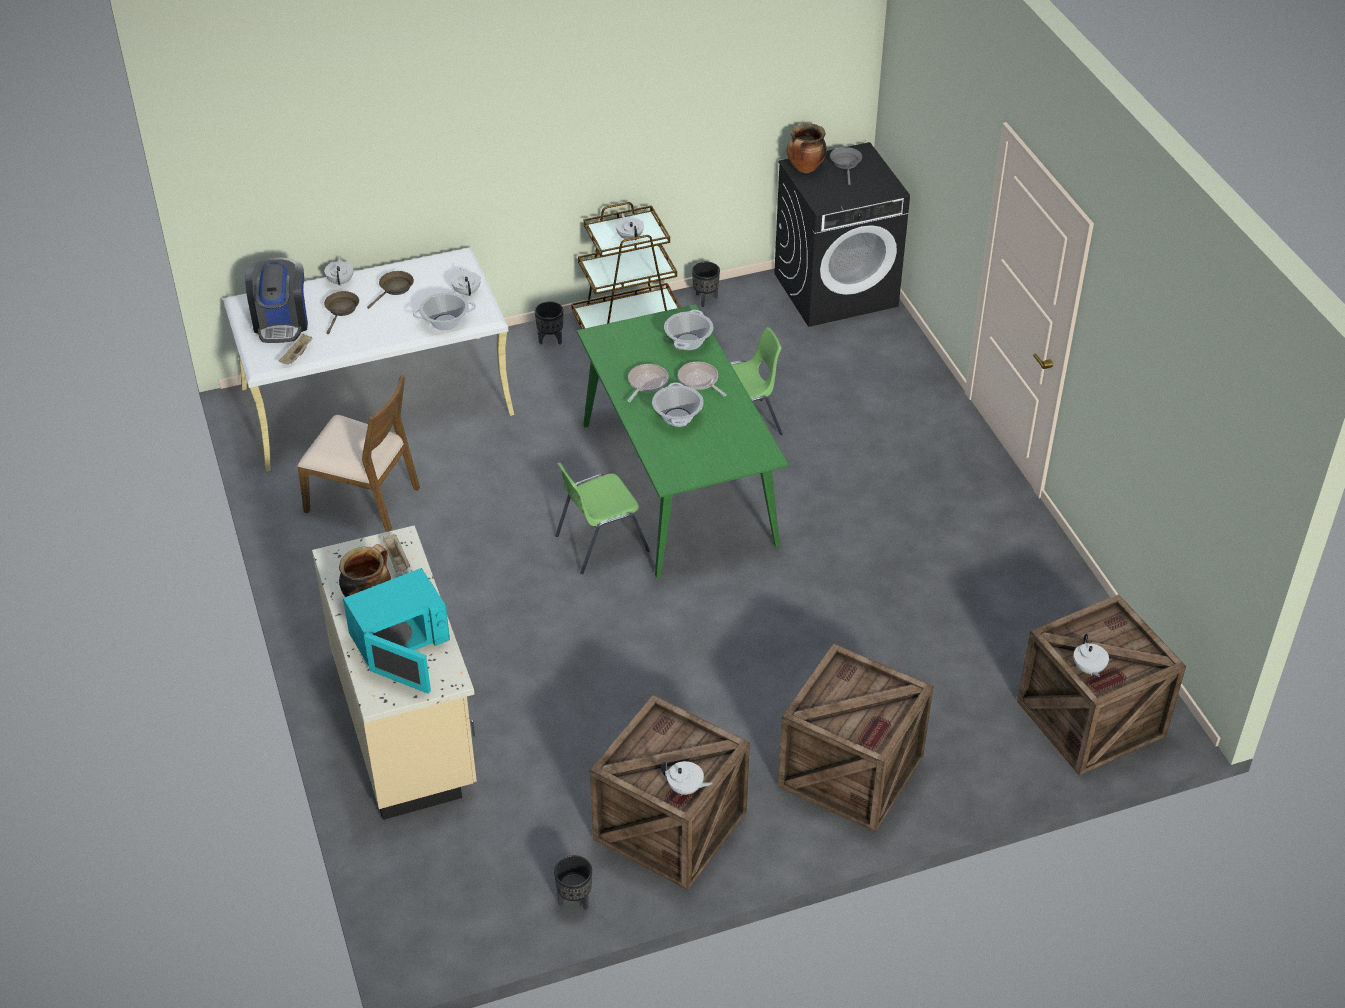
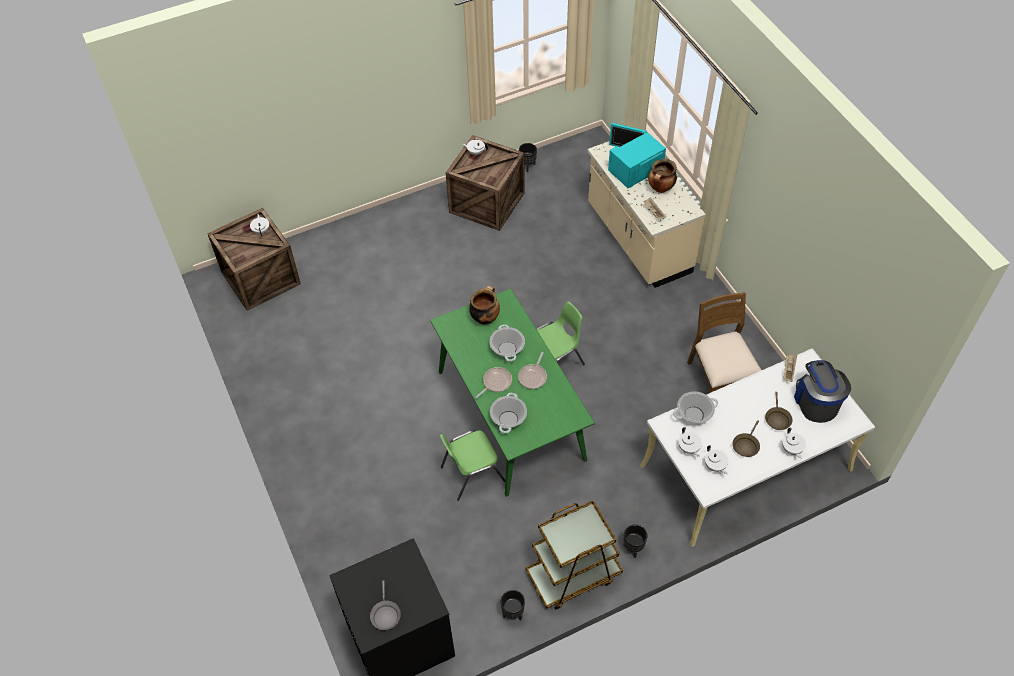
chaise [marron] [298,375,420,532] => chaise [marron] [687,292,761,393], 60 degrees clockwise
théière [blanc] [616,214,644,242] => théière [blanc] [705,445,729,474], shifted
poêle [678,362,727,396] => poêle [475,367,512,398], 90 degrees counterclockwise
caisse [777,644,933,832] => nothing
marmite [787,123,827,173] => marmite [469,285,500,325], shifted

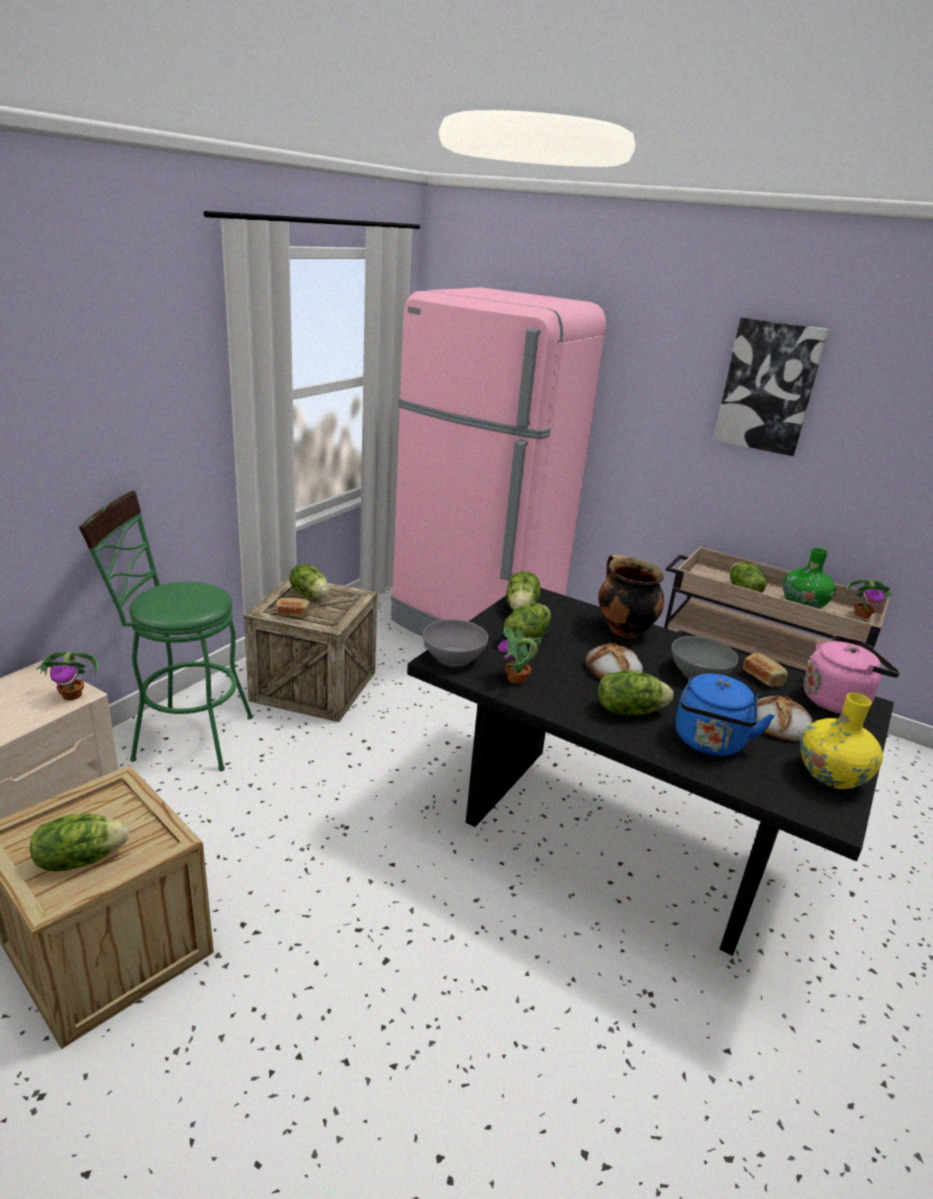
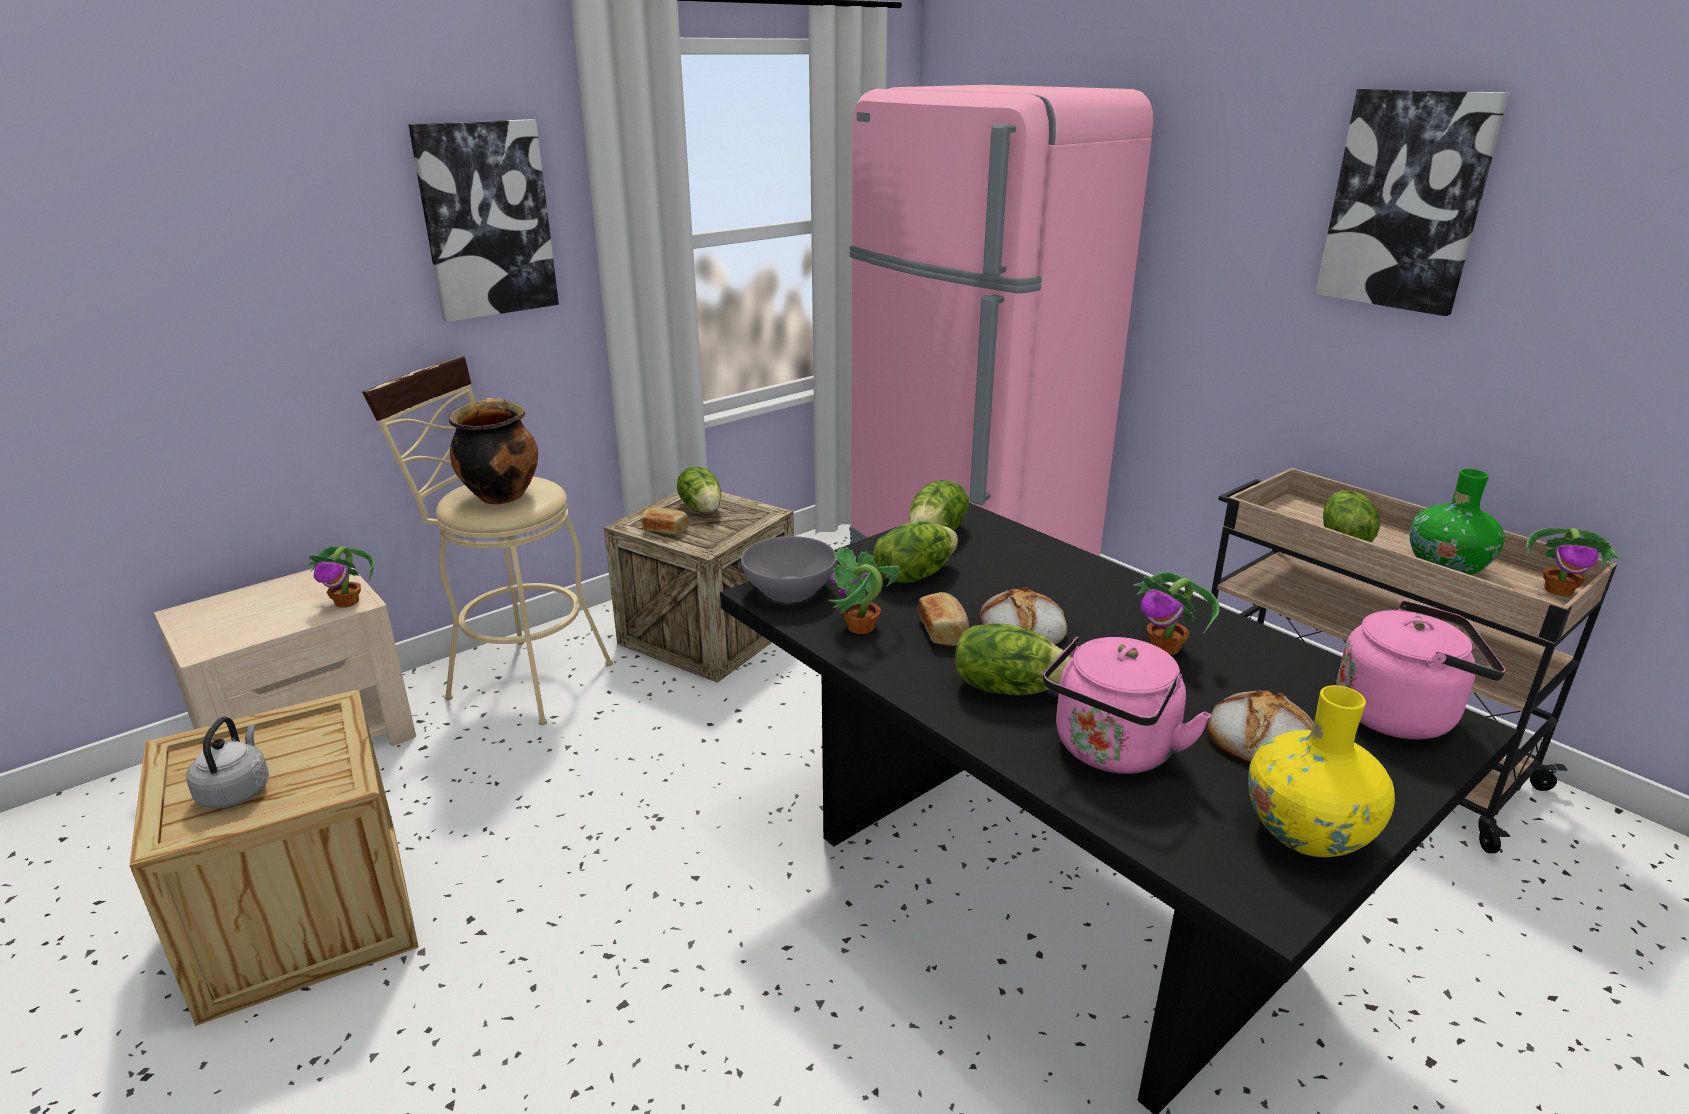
laitue [30,814,129,871] => bouilloire [gris] [187,717,269,808]
tabouret [vert] [79,490,253,771] => tabouret [beige] [362,356,613,725]
marmite [598,555,664,638] => marmite [449,398,538,505], shifted
bol [gris] [671,636,738,680] => plante en pot [1133,572,1219,655]
bouilloire [bleu] [675,673,775,756] => bouilloire [rose] [1043,637,1211,774]
pain [743,653,788,687] => pain [919,592,969,646], shifted
nothing => tableau [408,119,559,322]

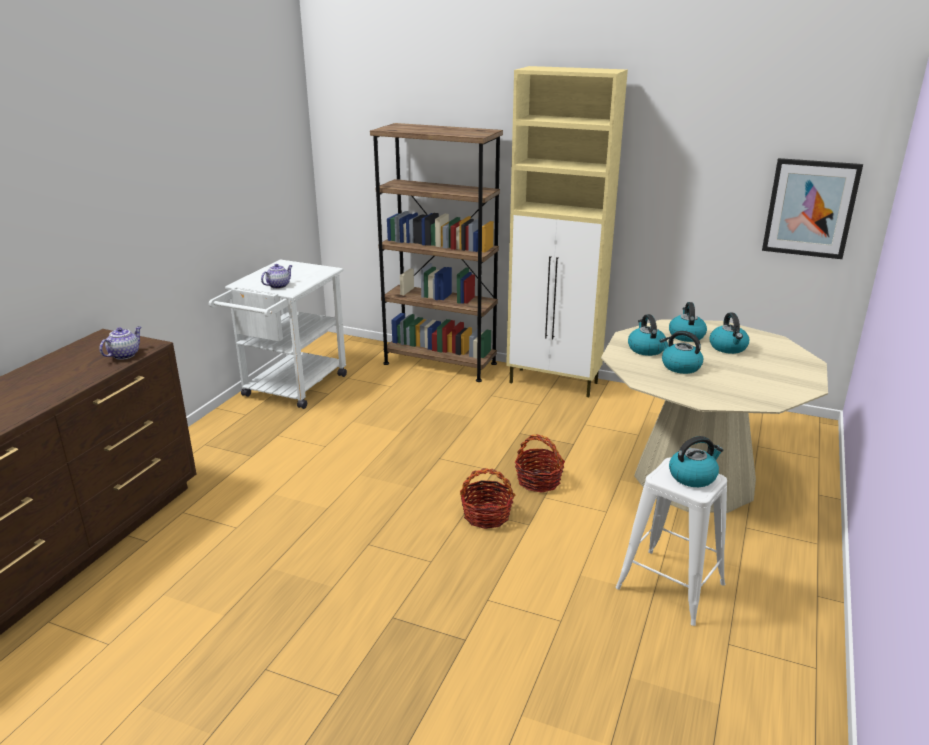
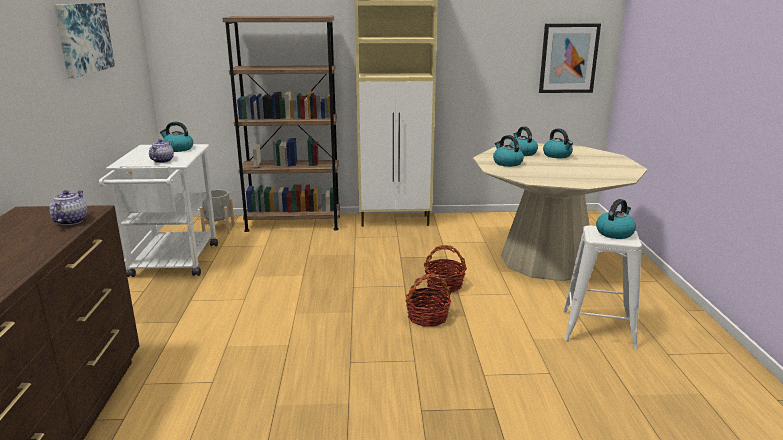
bouilloire [659,331,703,374] => bouilloire [160,122,193,152], shifted
nothing => tableau [54,3,115,78]
nothing => cache-pot [gris] [199,190,235,234]

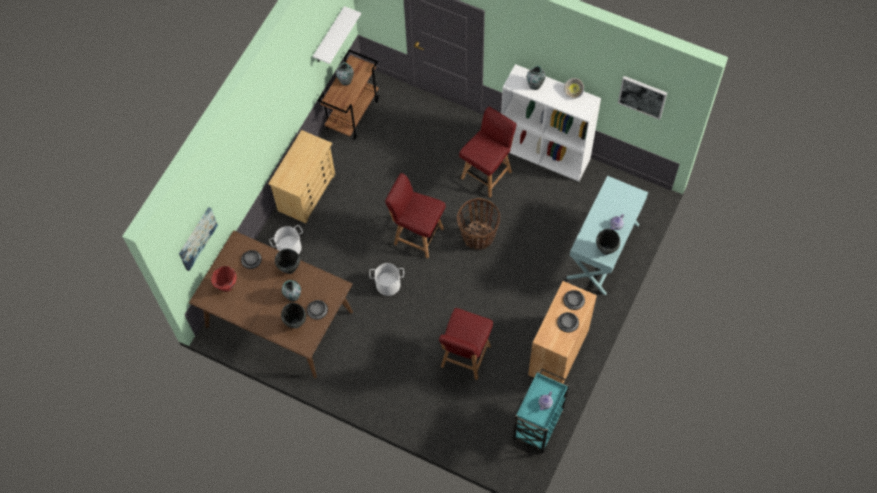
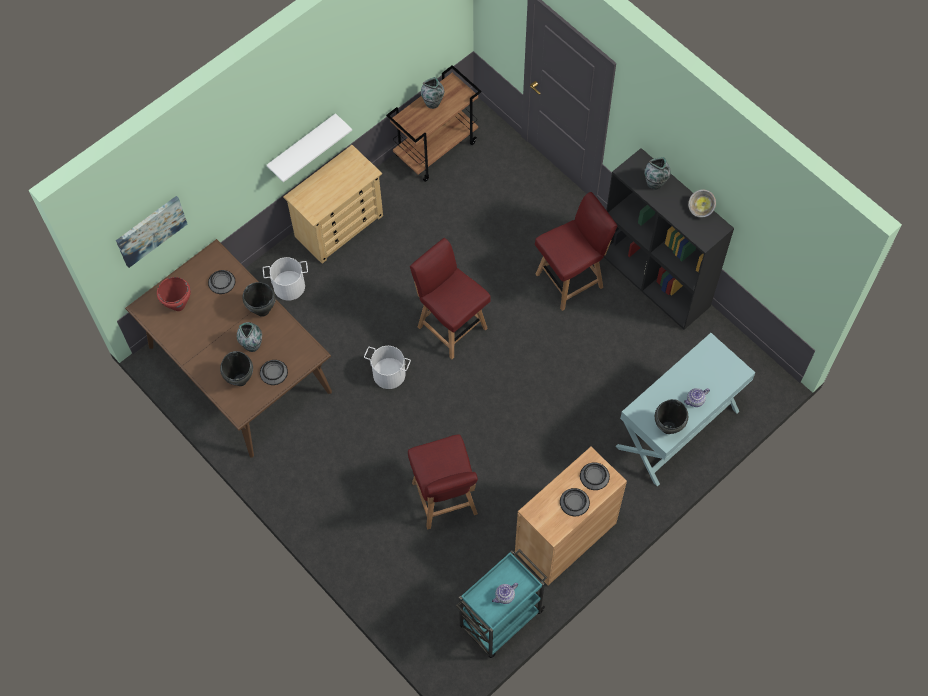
étagère [blanc] [313,6,361,64] => étagère [blanc] [267,113,352,182], shifted
chaise [rouge] [439,308,493,380] => chaise [rouge] [408,434,478,530], 60 degrees counterclockwise
panier [457,198,500,250] => nothing
bibliothèque [blanc] [501,64,601,182] => bibliothèque [noir] [604,148,734,330]
tableau [618,76,667,120] => nothing

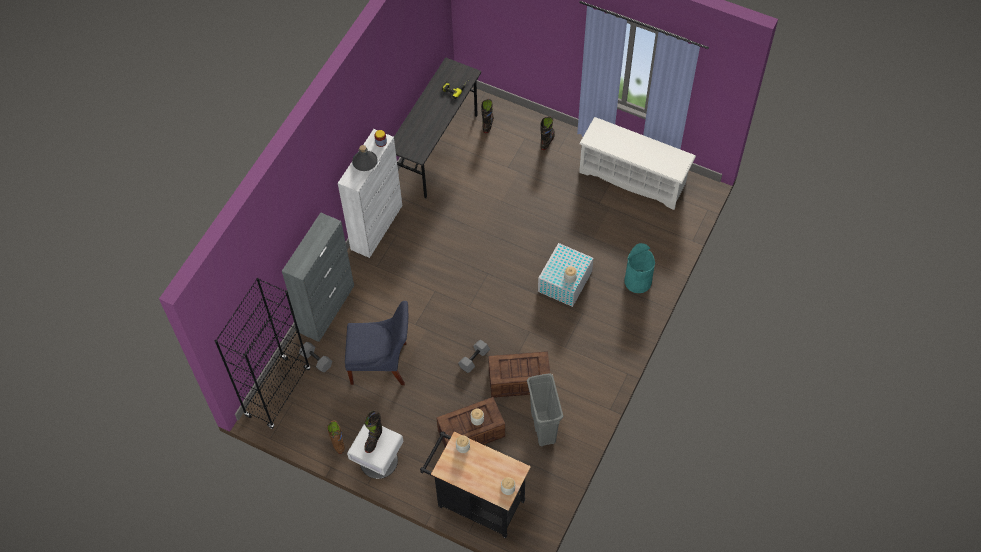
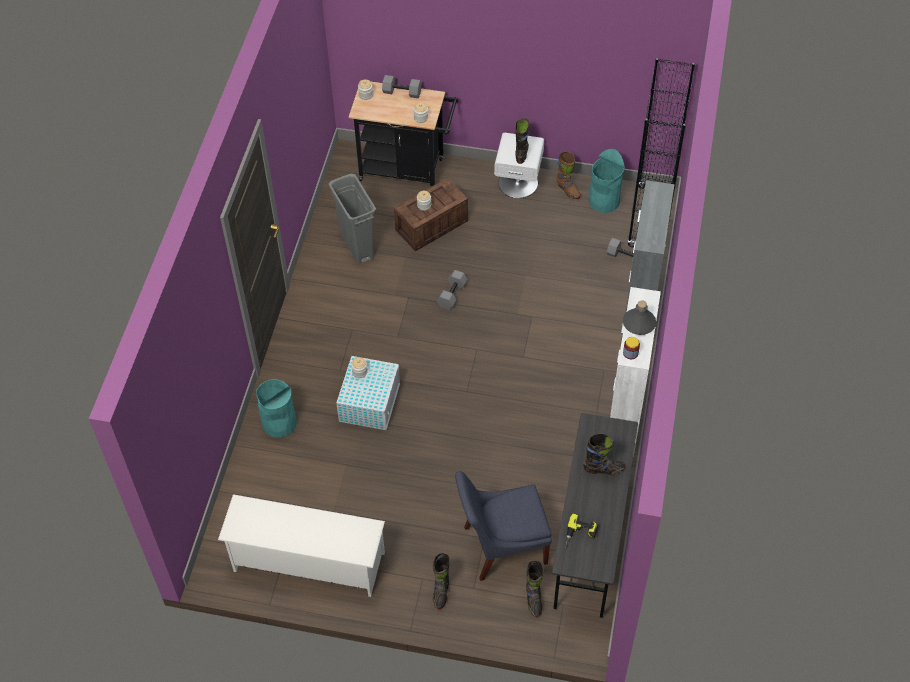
chaise [bleu] [345,301,408,385] => chaise [bleu] [455,471,552,581], shifted
caisse [488,351,550,398] => nothing
nothing => haltère [gris] [382,75,422,98]
nothing => botte [noir] [583,433,625,475]
nothing => poubelle [turquoise] [589,149,625,213]

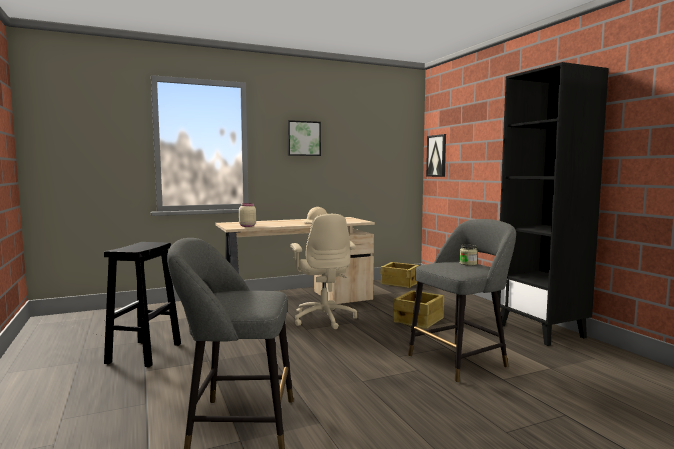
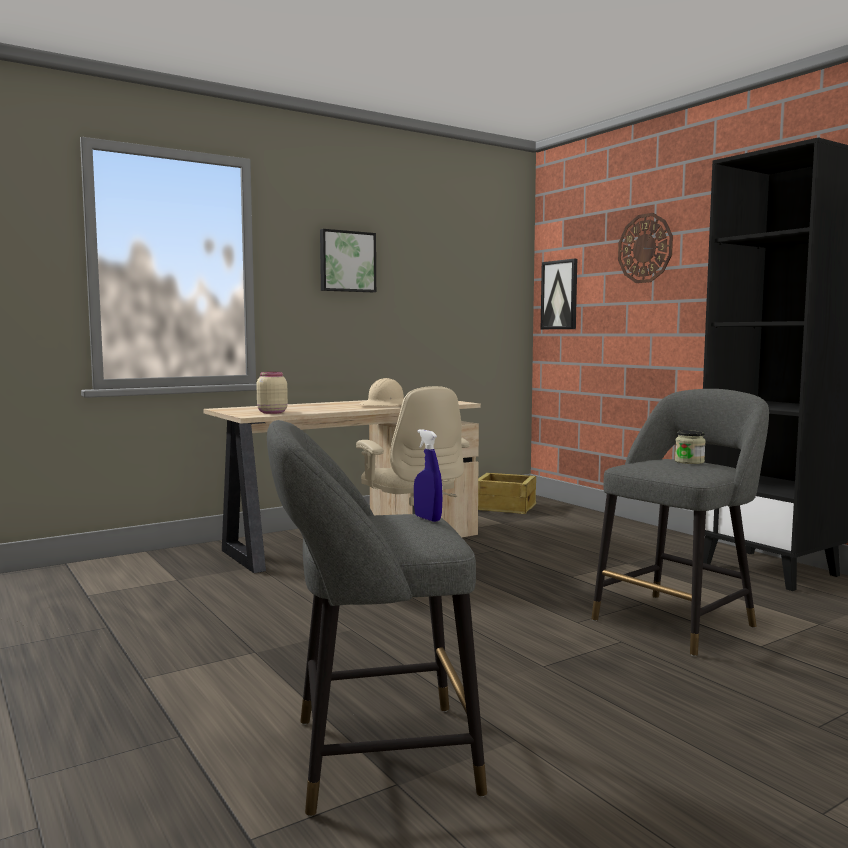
tabouret [noir] [104,242,181,367] => nothing
caisse [393,290,444,329] => nothing
nothing => vaporisateur [bleu] [414,429,443,522]
nothing => horloge murale [618,213,673,283]

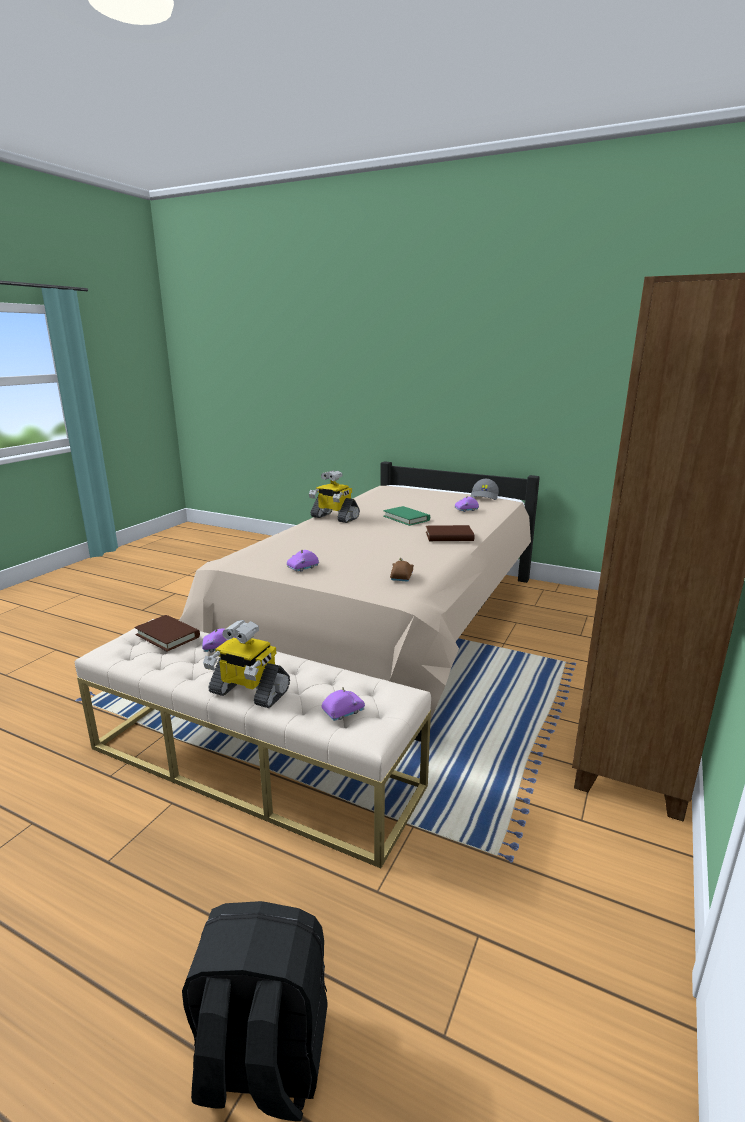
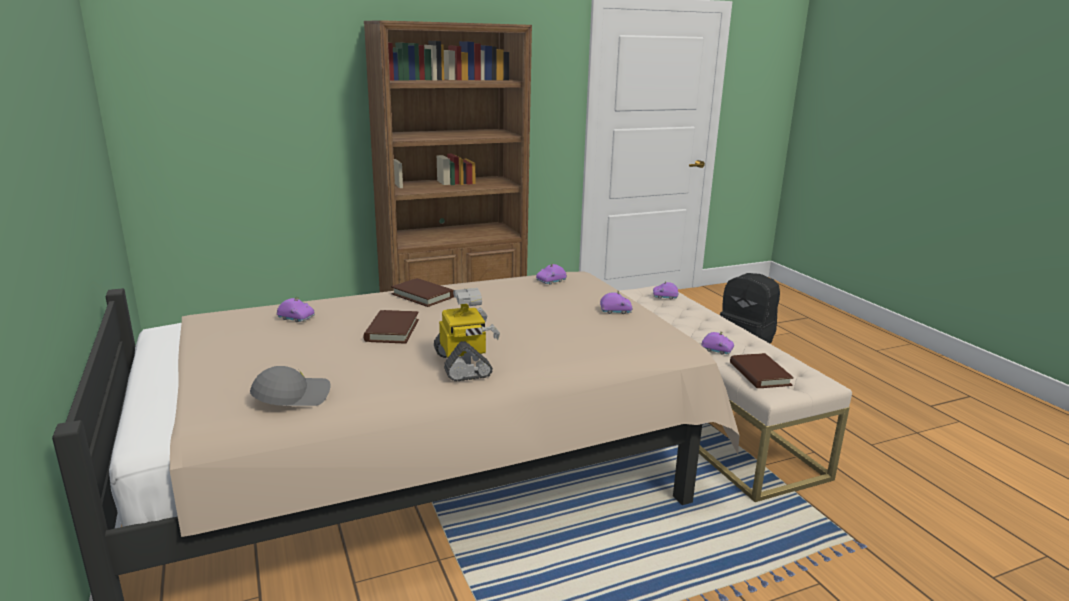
robot jouet [203,620,290,708] => nothing
livre [vert] [383,506,430,526] => livre [marron] [363,310,419,344]
petite voiture [marron] [390,557,414,582] => petite voiture [violet] [536,264,567,285]
casquette [gris] [470,479,499,500] => casquette [gris] [250,366,331,406], shifted

